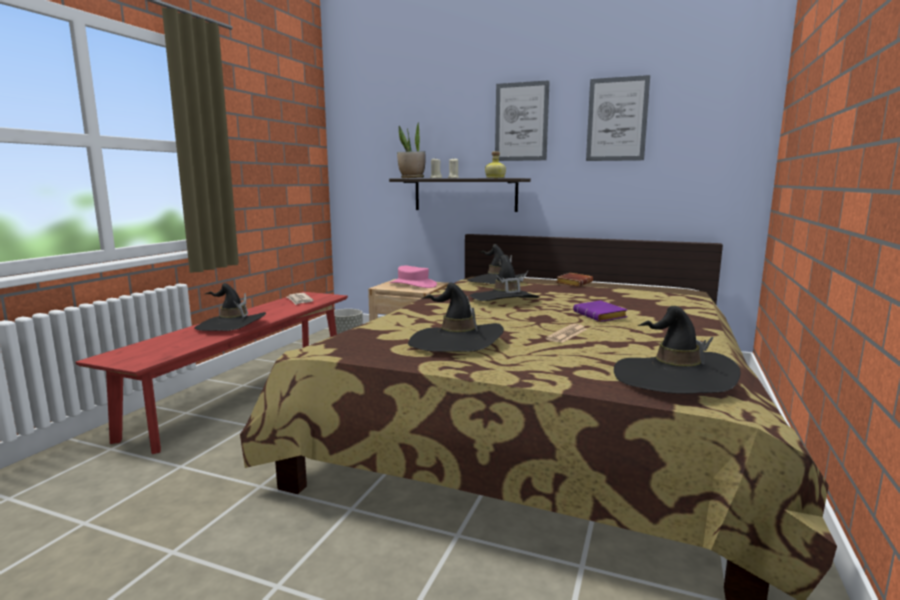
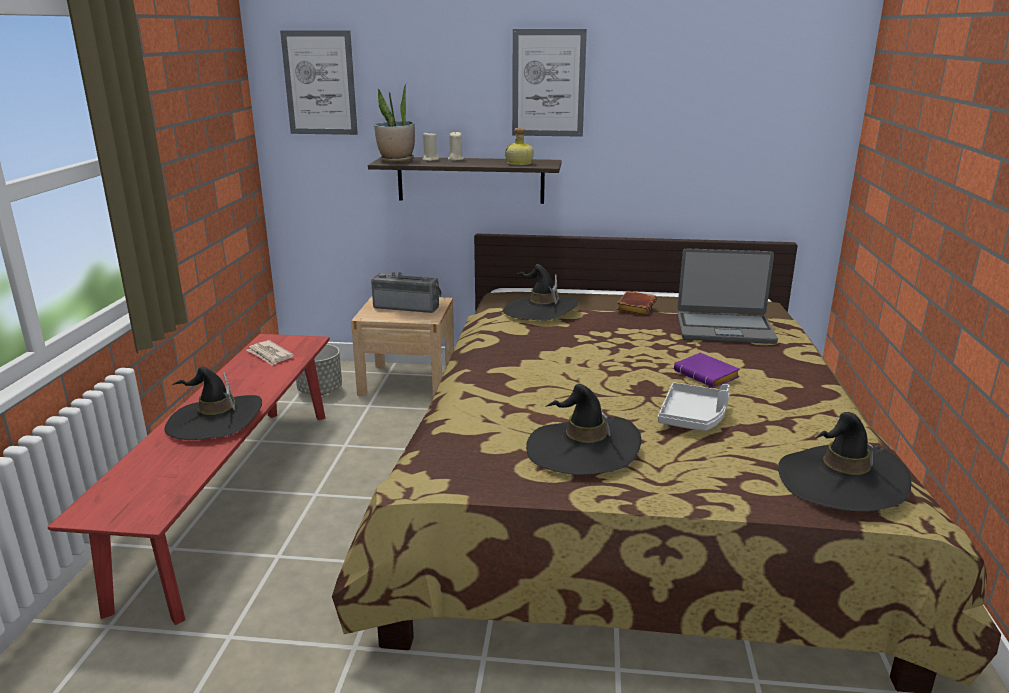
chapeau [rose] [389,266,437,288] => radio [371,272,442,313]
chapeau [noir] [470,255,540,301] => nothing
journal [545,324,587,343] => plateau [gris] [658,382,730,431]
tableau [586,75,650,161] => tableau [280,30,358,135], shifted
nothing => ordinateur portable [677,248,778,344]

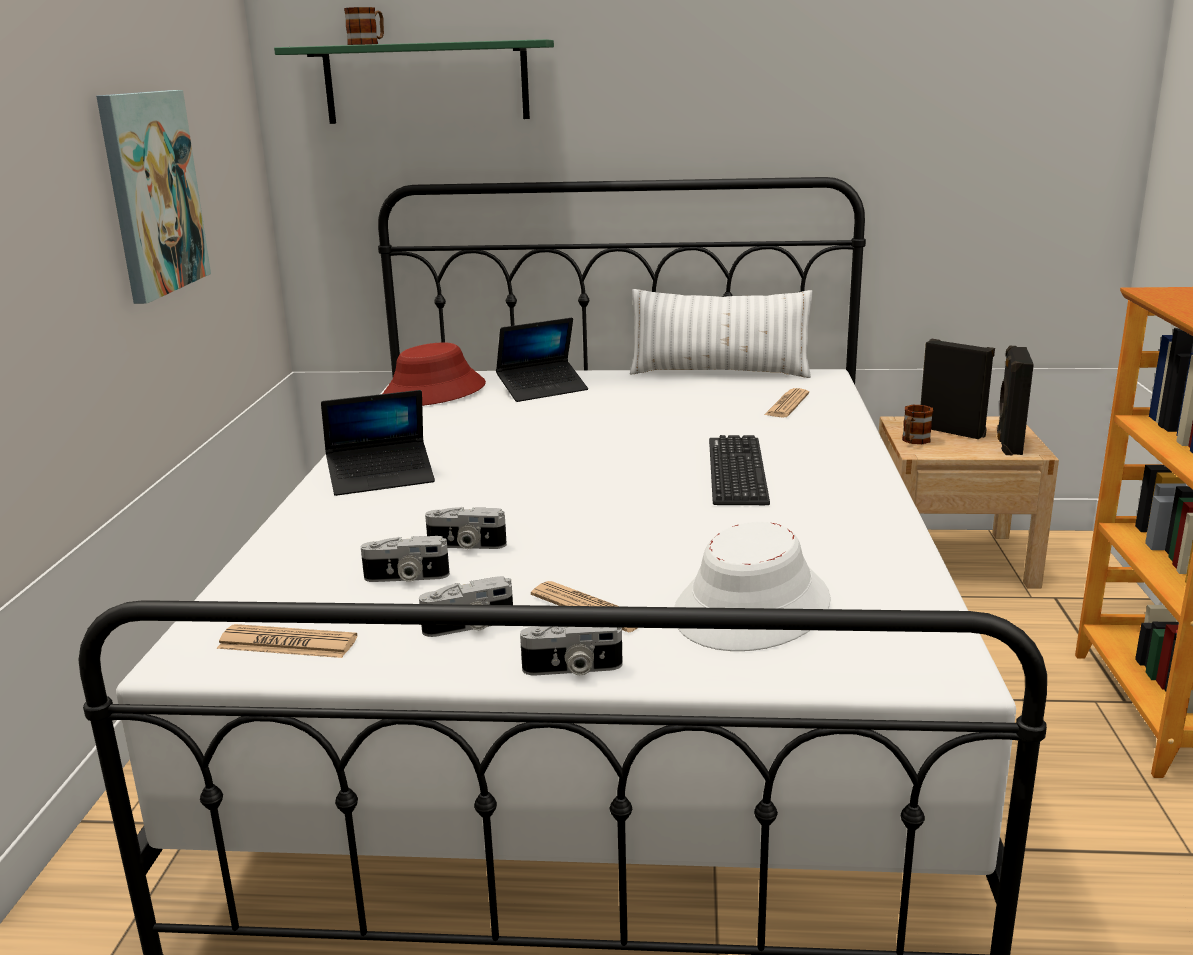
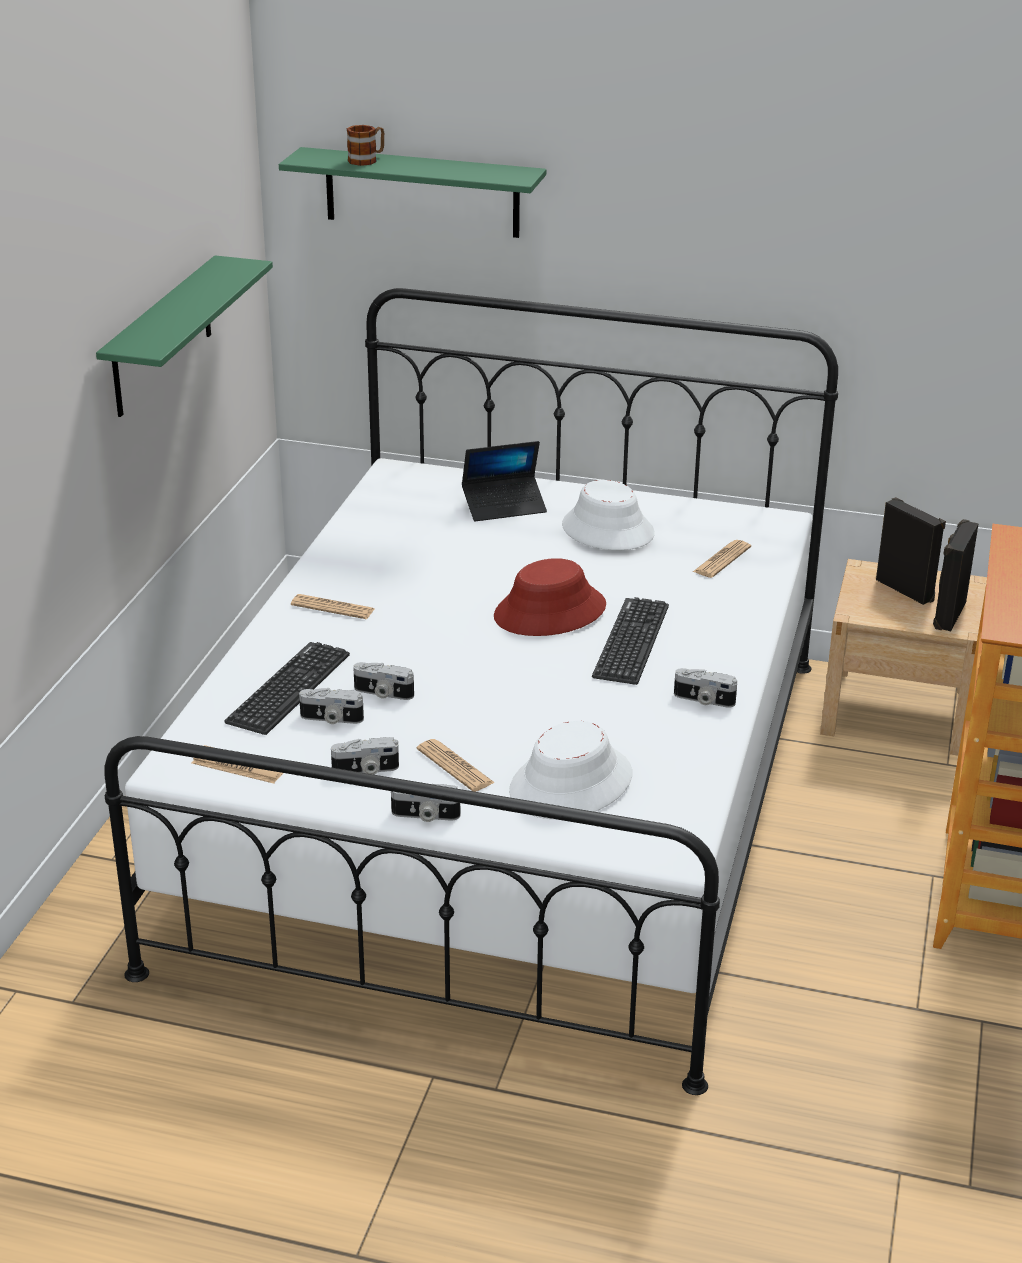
tableau [96,90,211,304] => étagère [vert] [96,255,273,417]
ordinateur portable [321,390,435,496] => journal [291,594,374,619]
chapeau [rouge] [383,342,486,406] => chapeau [rouge] [494,558,606,636], shifted
coussin [blanc] [630,289,813,378] => nothing
mug [902,405,933,444] => nothing
nothing => clavier [224,642,350,735]
nothing => chapeau [blanc] [562,480,655,550]
nothing => appareil photo [674,668,737,708]

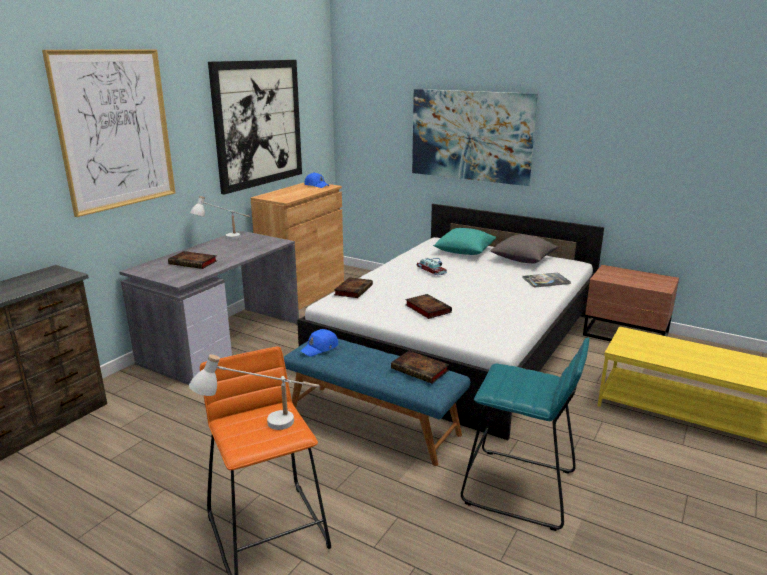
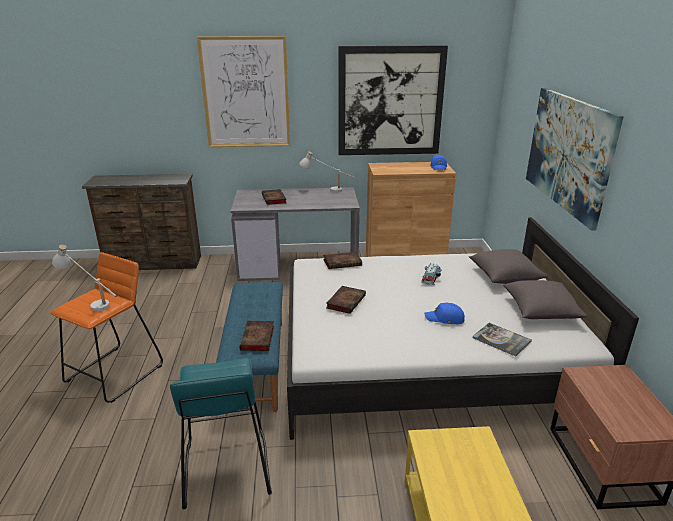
casquette [bleu] [300,329,338,356] => casquette [bleu] [424,303,465,324], shifted
coussin [turquoise] [433,228,496,255] => coussin [gris] [469,249,548,284]

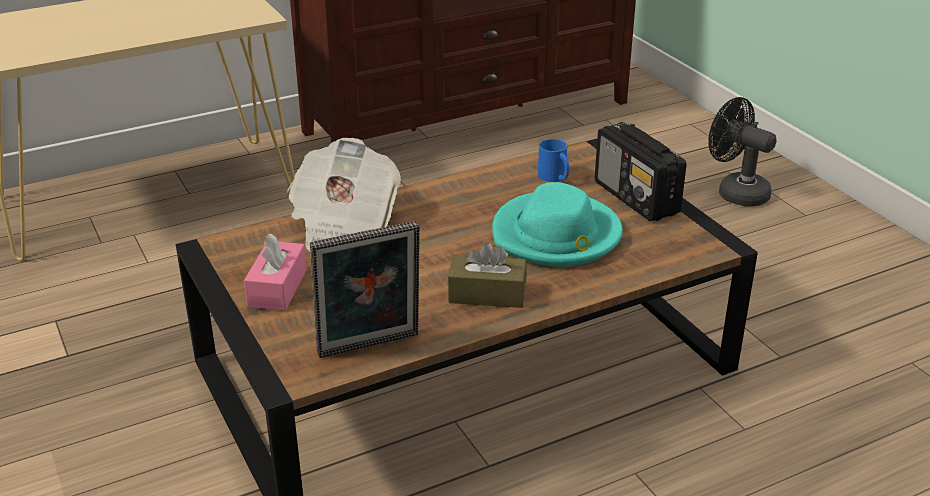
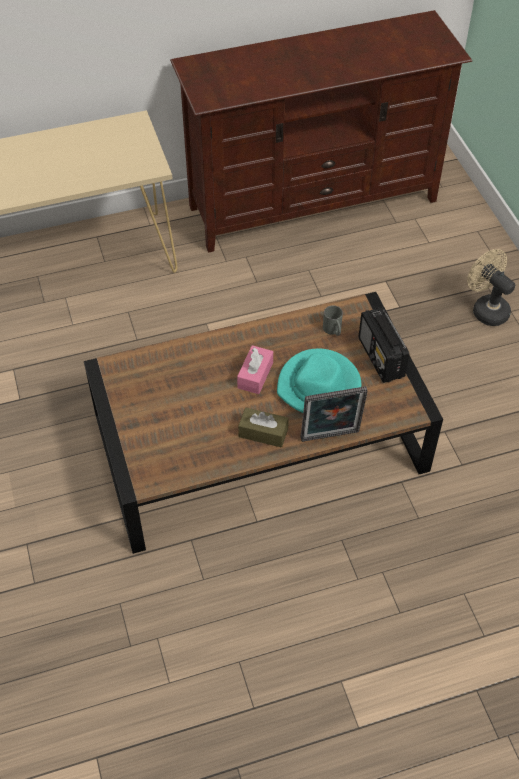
boîte à mouchoirs [rose] [244,234,307,311] => boîte à mouchoirs [rose] [237,345,273,394], shifted
journal [287,138,401,251] => nothing
cadre photo [310,221,420,358] => cadre photo [301,386,368,442], shifted
mug [bleu] [538,139,569,182] => mug [gris] [323,305,343,336]
ventilateur [noir] [708,97,777,207] => ventilateur [beige] [467,249,515,326]

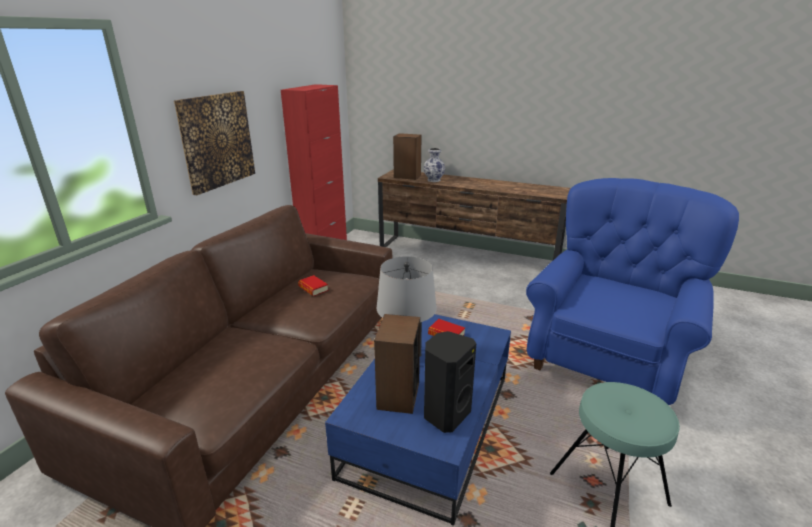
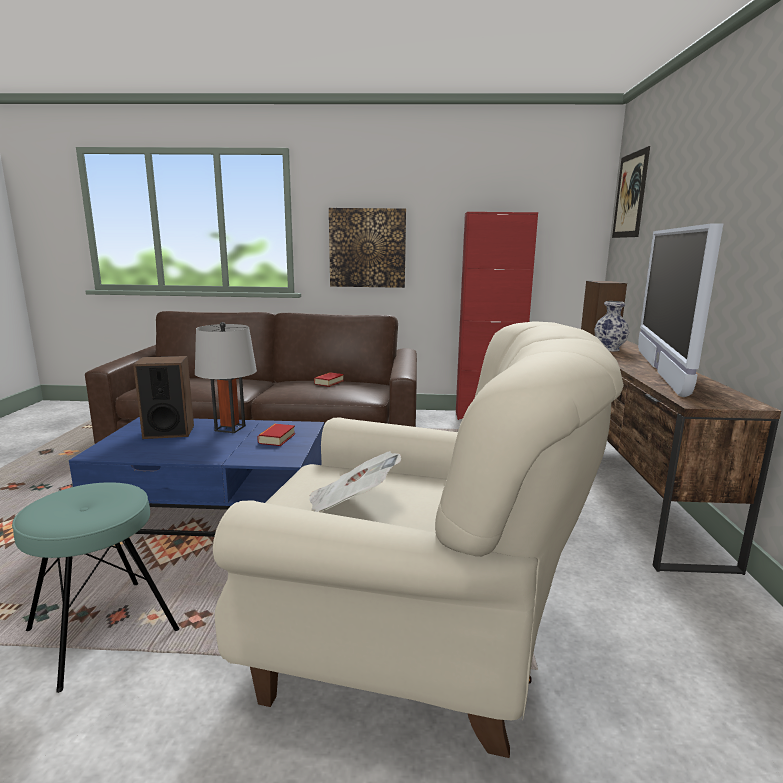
enceinte [noir] [424,331,476,433] => nothing
fauteuil [bleu] [526,178,739,405] => fauteuil [beige] [213,322,624,758]
nothing => journal [309,451,401,512]
nothing => tableau [612,146,650,238]
nothing => téléviseur [638,223,723,397]

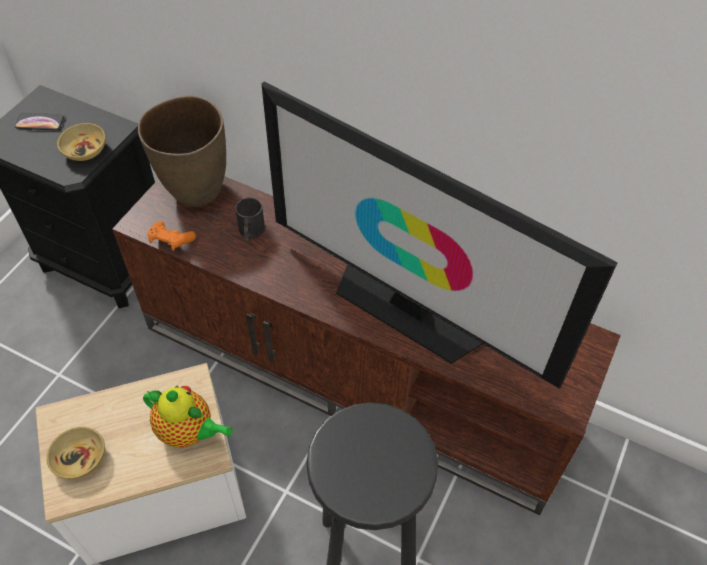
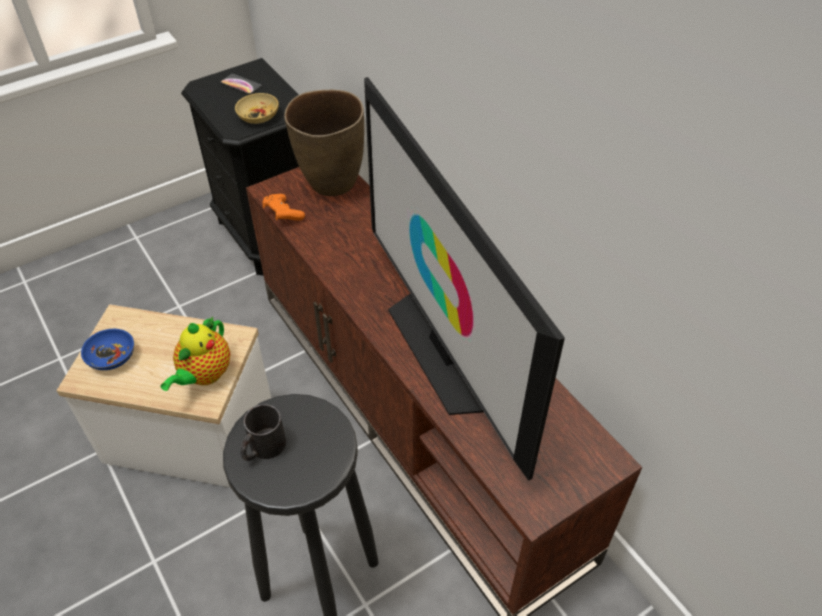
bol [beige] [46,427,105,480] => bol [bleu] [81,328,134,370]
théière [143,386,233,448] => théière [161,316,230,391], 60 degrees clockwise
mug [noir] [235,197,265,241] => mug [noir] [240,404,286,461], shifted

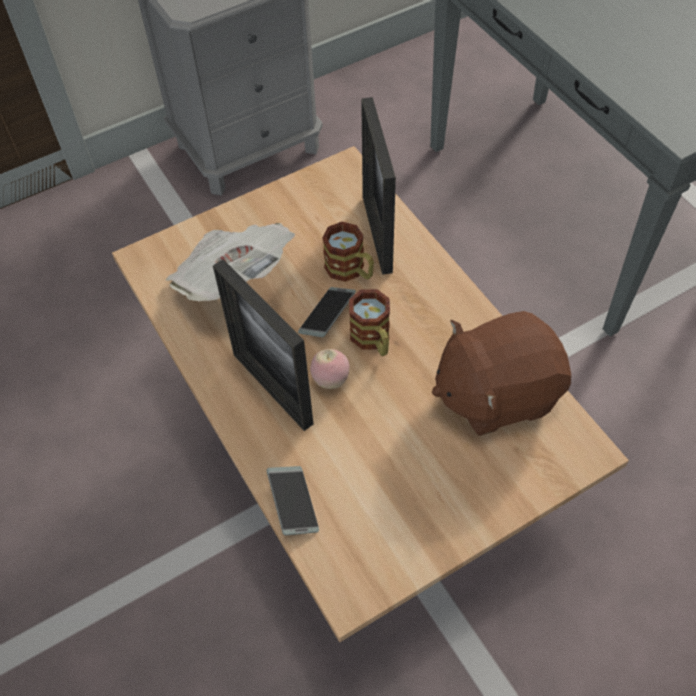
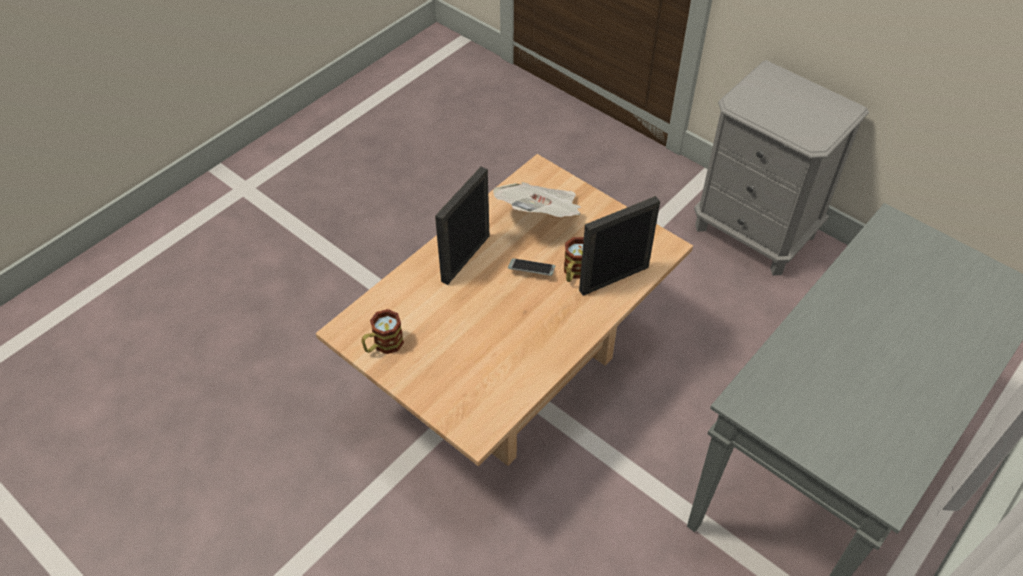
téléphone [267,466,319,535] => nothing
pomme [310,349,349,389] => nothing
mug [349,289,390,356] => mug [361,309,404,354], shifted
peluche [marron] [432,311,571,436] => nothing

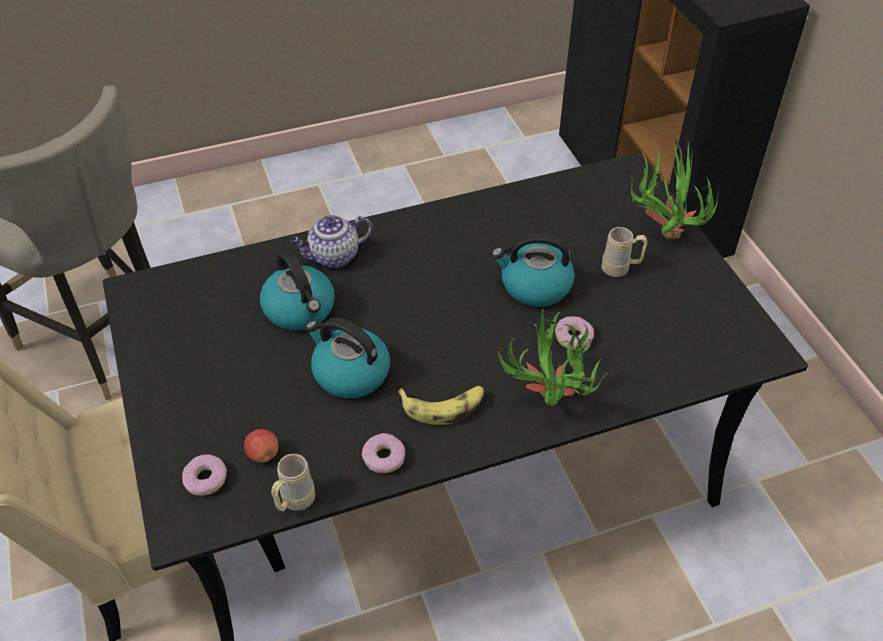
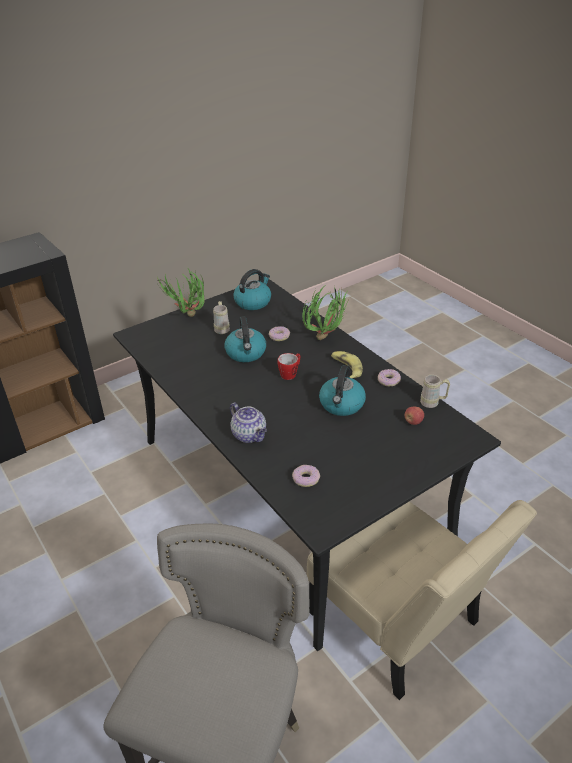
beignet [182,454,227,496] => beignet [292,465,320,487], shifted
bouilloire [260,250,335,331] => bouilloire [233,269,271,310], shifted
nothing => mug [277,353,300,380]

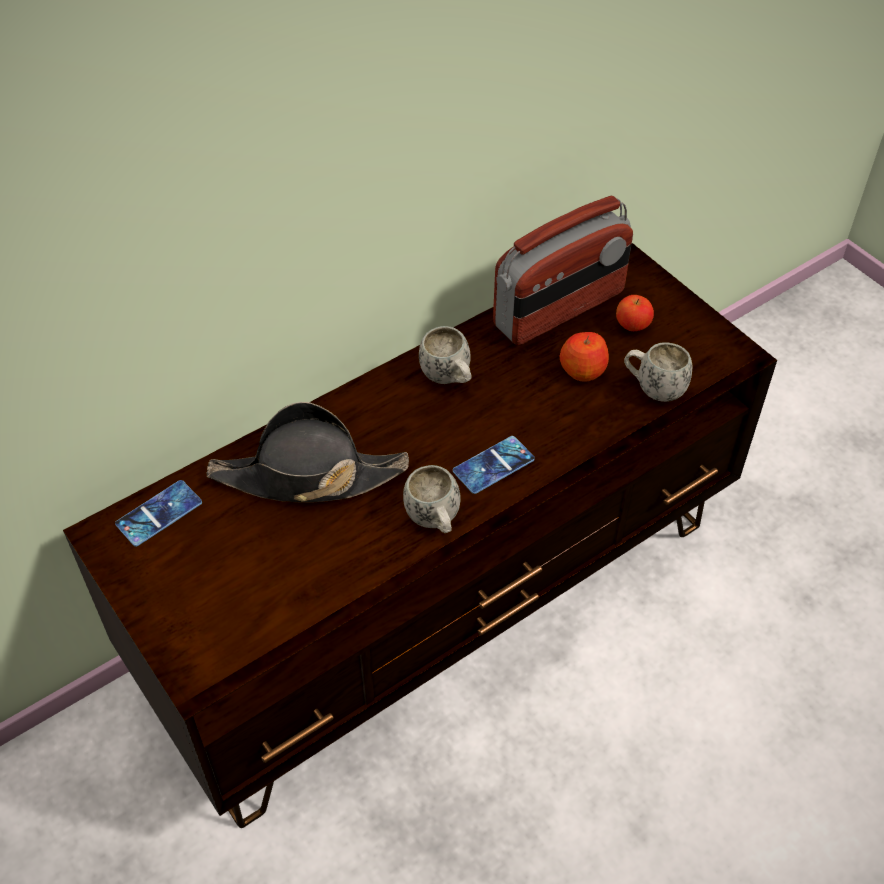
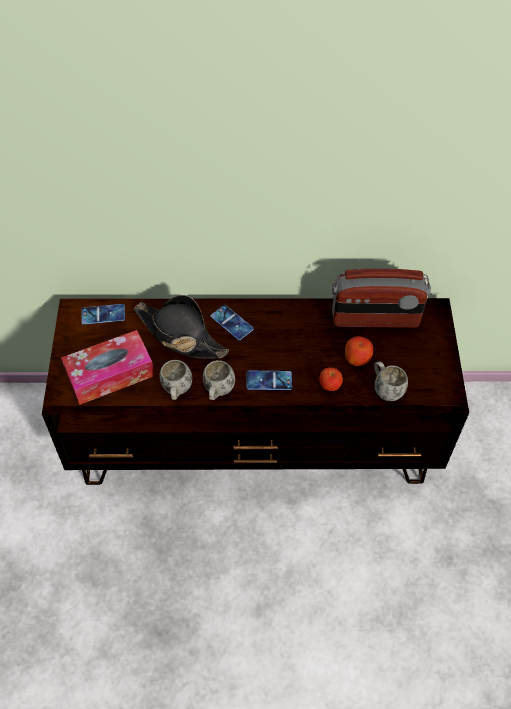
mug [blanc] [419,326,472,384] => mug [blanc] [160,360,192,400], shifted
pomme [616,295,654,331] => pomme [319,367,343,391], shifted
nothing => boîte à mouchoirs [61,330,155,405]
nothing => téléphone [210,305,254,340]

